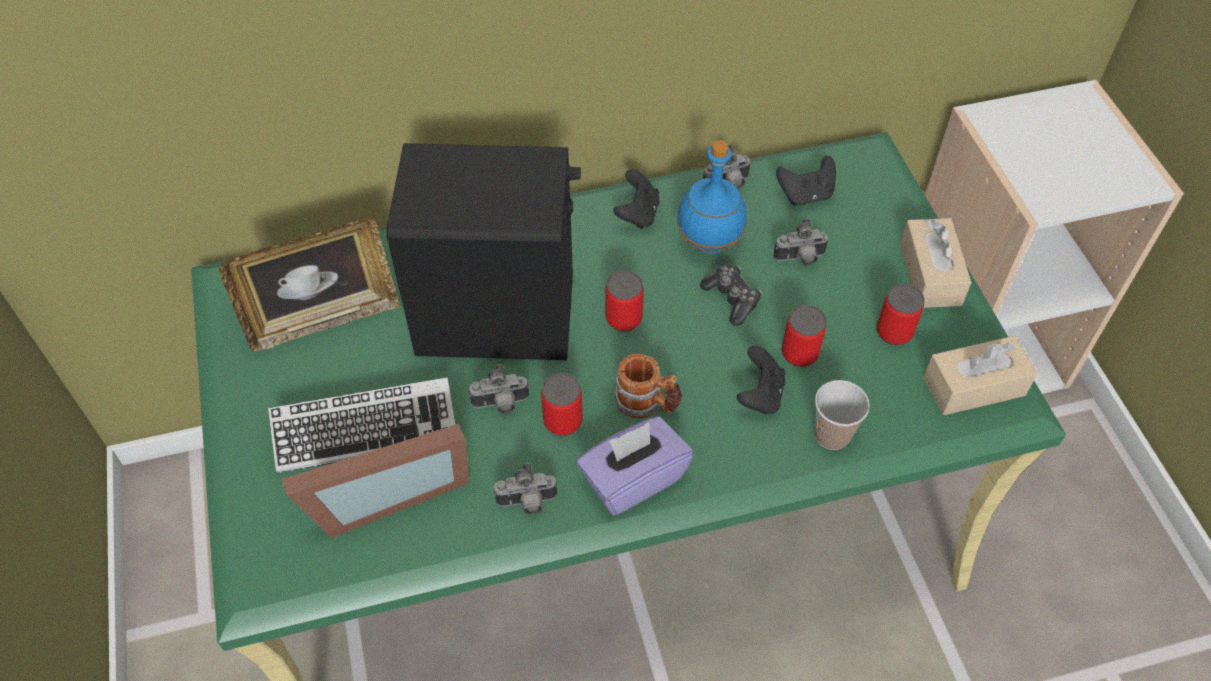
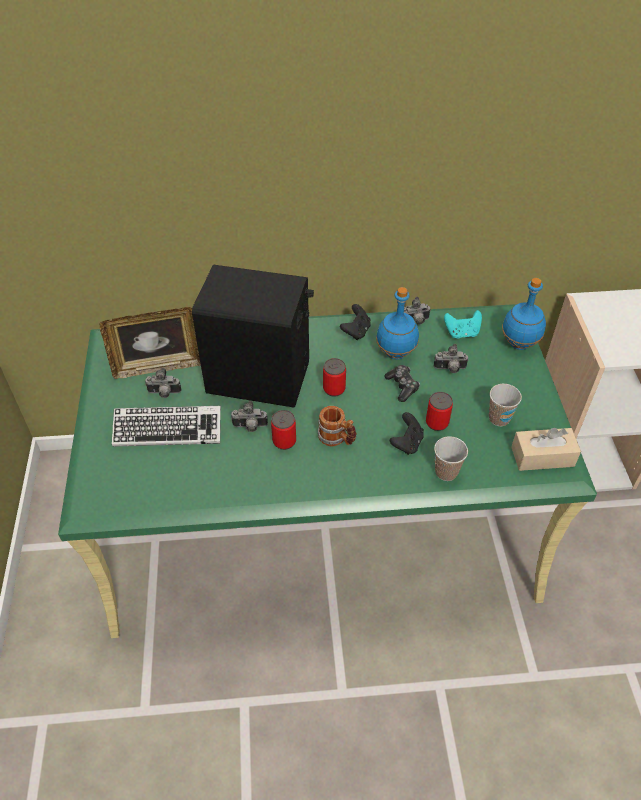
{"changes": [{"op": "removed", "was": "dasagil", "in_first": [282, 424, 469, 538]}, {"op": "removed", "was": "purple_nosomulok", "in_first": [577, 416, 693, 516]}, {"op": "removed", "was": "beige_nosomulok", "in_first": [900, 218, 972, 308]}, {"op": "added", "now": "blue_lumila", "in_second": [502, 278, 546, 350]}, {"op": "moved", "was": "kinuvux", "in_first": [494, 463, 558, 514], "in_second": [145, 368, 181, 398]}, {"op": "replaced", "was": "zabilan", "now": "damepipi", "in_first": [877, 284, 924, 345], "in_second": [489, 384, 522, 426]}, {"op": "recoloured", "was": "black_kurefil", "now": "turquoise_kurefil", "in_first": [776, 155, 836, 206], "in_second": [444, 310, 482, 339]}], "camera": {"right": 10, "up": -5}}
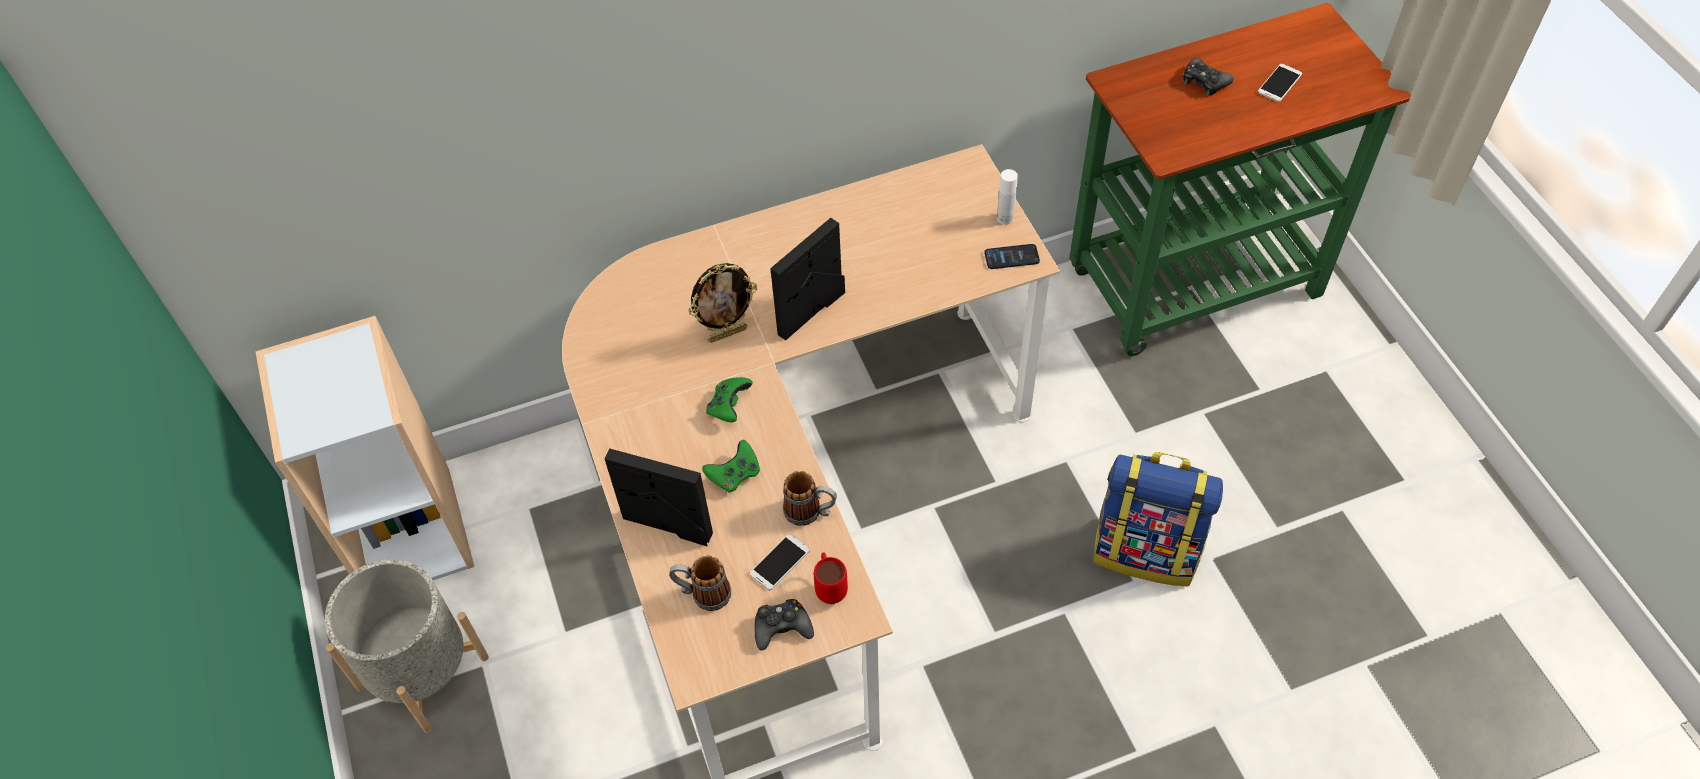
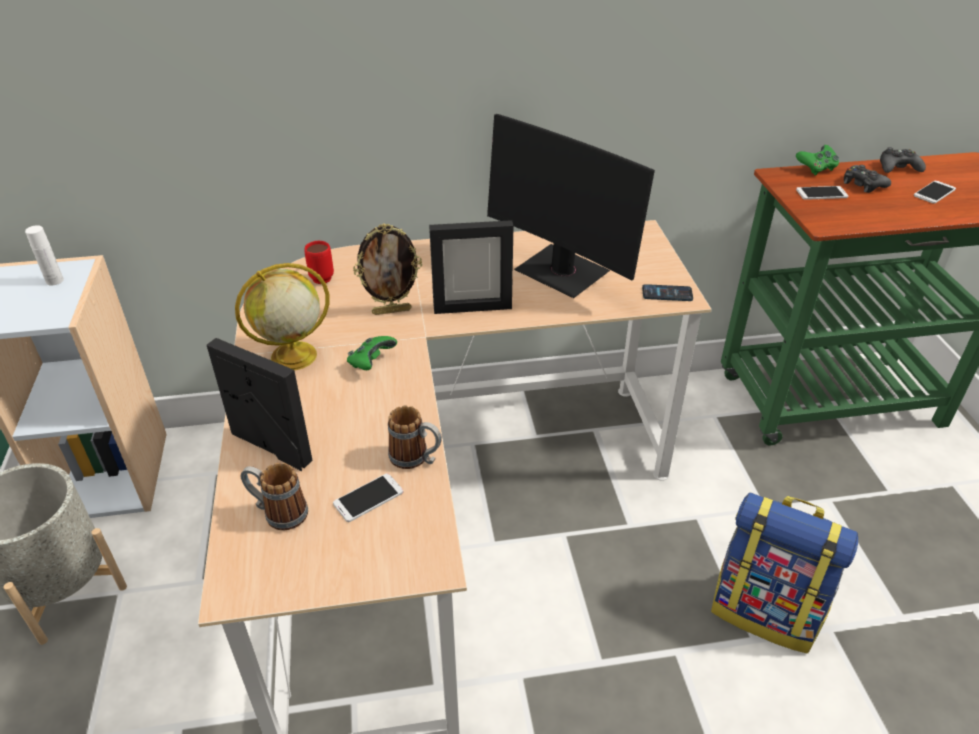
{"changes": [{"op": "added", "now": "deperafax", "in_second": [235, 263, 329, 370]}, {"op": "added", "now": "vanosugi", "in_second": [487, 114, 655, 298]}, {"op": "added", "now": "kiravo", "in_second": [796, 186, 848, 200]}, {"op": "moved", "was": "green_kurefil", "in_first": [702, 440, 760, 492], "in_second": [796, 145, 839, 175]}, {"op": "moved", "was": "black_kurefil", "in_first": [754, 599, 814, 650], "in_second": [880, 147, 926, 173]}, {"op": "moved", "was": "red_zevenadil", "in_first": [814, 552, 848, 604], "in_second": [304, 241, 334, 284]}, {"op": "moved", "was": "white_lumila", "in_first": [997, 169, 1018, 225], "in_second": [25, 225, 64, 285]}, {"op": "turned", "was": "dasagil", "in_first": [770, 218, 845, 340], "in_second": [429, 220, 513, 314], "clockwise": -150}], "camera": {"right": 10, "up": -15}}
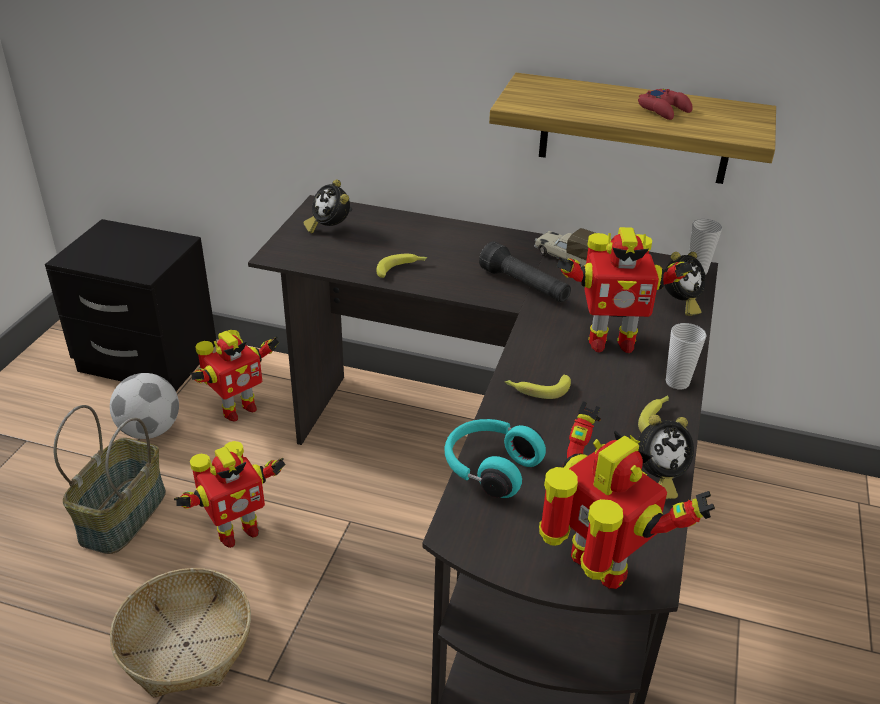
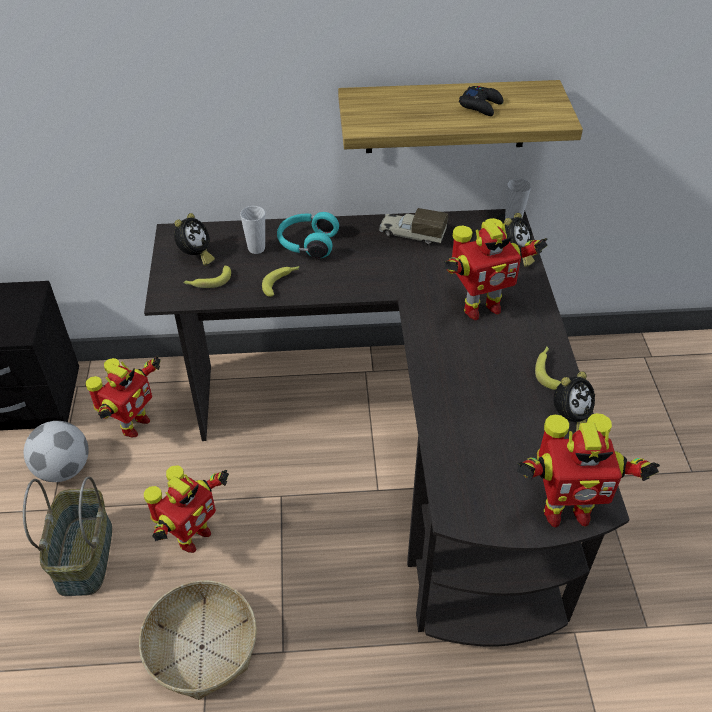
{"changes": [{"op": "removed", "was": "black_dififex", "in_first": [479, 241, 571, 302]}, {"op": "moved", "was": "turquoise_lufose", "in_first": [445, 419, 546, 498], "in_second": [277, 212, 339, 258]}, {"op": "moved", "was": "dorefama", "in_first": [505, 375, 571, 399], "in_second": [183, 266, 231, 288]}, {"op": "moved", "was": "damepipi", "in_first": [666, 323, 707, 389], "in_second": [240, 206, 265, 254]}, {"op": "recoloured", "was": "red_kurefil", "now": "black_kurefil", "in_first": [638, 89, 693, 120], "in_second": [459, 86, 503, 116]}, {"op": "turned", "was": "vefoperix", "in_first": [303, 179, 350, 233], "in_second": [174, 213, 215, 266], "clockwise": -105}, {"op": "turned", "was": "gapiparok", "in_first": [539, 401, 715, 589], "in_second": [517, 413, 660, 527], "clockwise": 150}], "camera": {"right": -20, "up": 10}}
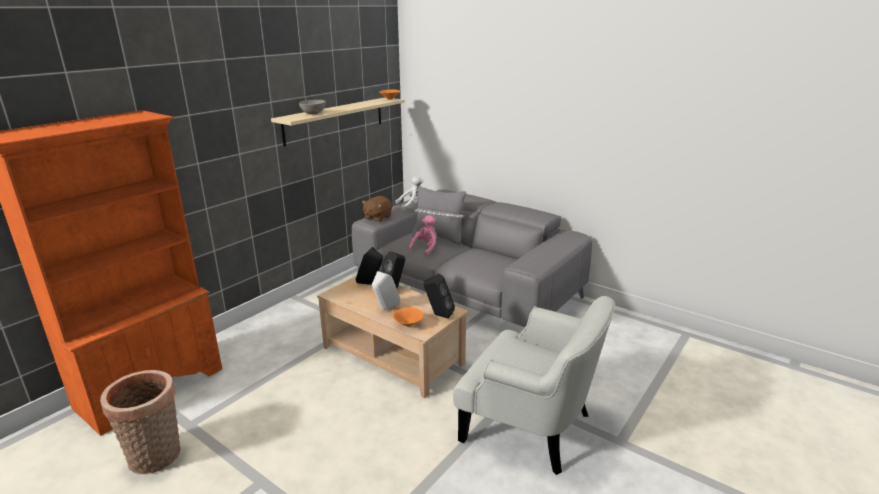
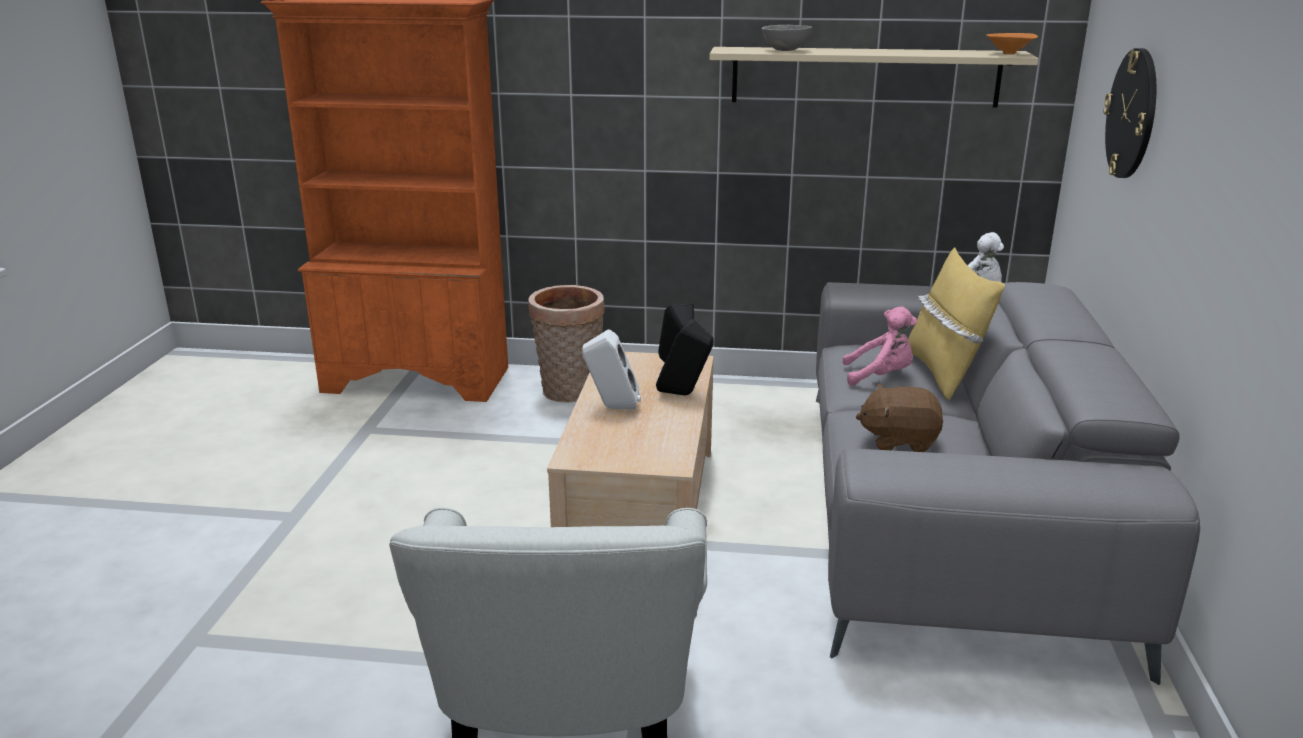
{"changes": [{"op": "removed", "was": "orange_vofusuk", "in_first": [393, 308, 423, 327]}, {"op": "removed", "was": "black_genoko", "in_first": [423, 274, 455, 318]}, {"op": "added", "now": "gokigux", "in_second": [1103, 48, 1156, 178]}, {"op": "moved", "was": "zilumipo", "in_first": [100, 370, 181, 474], "in_second": [528, 285, 605, 403]}, {"op": "moved", "was": "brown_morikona", "in_first": [362, 196, 392, 222], "in_second": [856, 384, 943, 452]}, {"op": "recoloured", "was": "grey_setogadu", "now": "yellow_setogadu", "in_first": [411, 186, 466, 245], "in_second": [908, 248, 1005, 400]}], "camera": {"right": 60, "up": 0}}
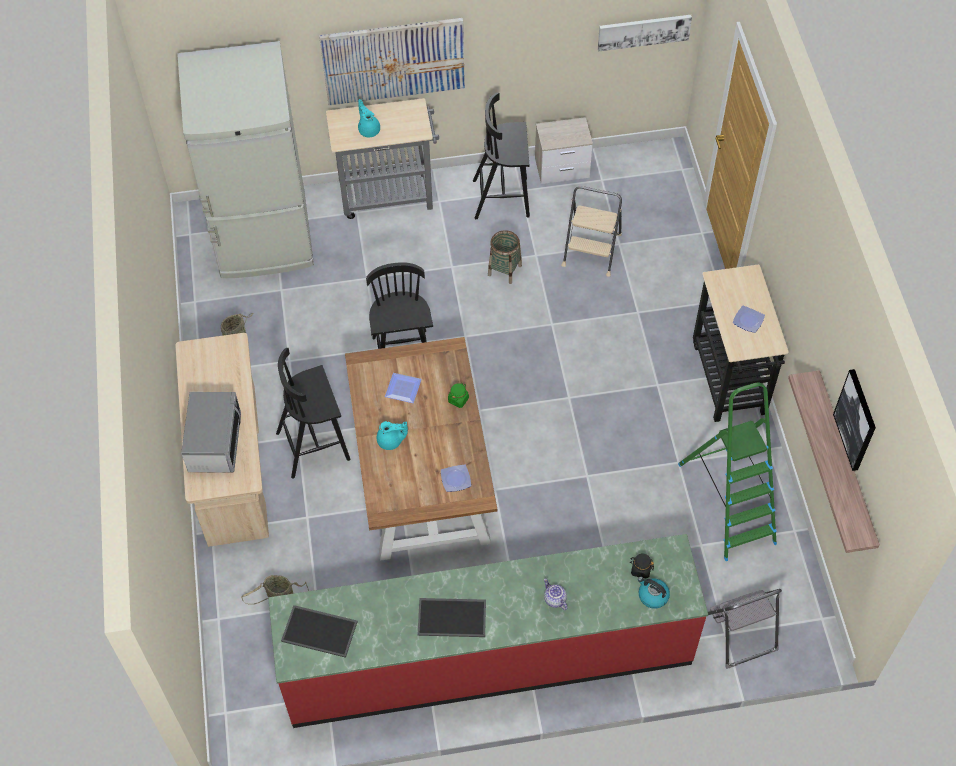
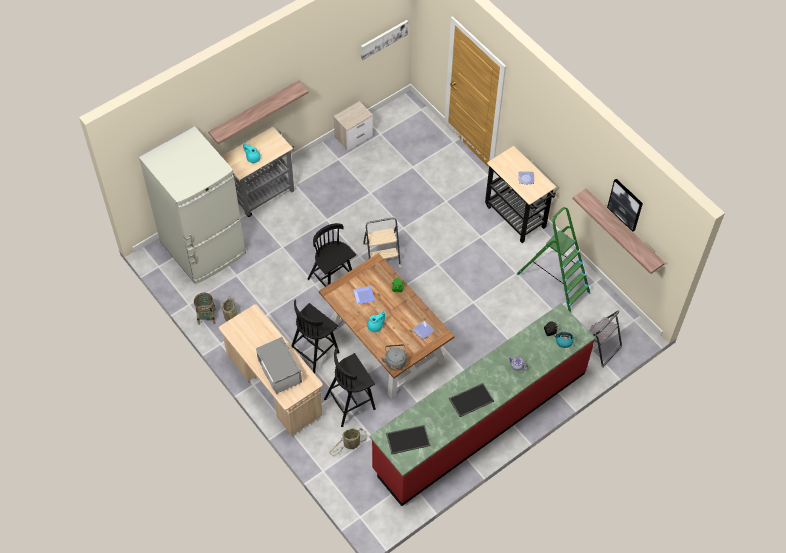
{"changes": [{"op": "added", "now": "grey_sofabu", "in_second": [381, 344, 406, 371]}, {"op": "moved", "was": "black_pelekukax", "in_first": [473, 93, 530, 219], "in_second": [324, 347, 376, 427]}, {"op": "moved", "was": "zilumipo", "in_first": [488, 230, 522, 284], "in_second": [194, 293, 216, 325]}, {"op": "moved", "was": "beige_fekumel", "in_first": [561, 186, 622, 276], "in_second": [363, 218, 402, 268]}, {"op": "replaced", "was": "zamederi", "now": "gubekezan", "in_first": [319, 18, 465, 105], "in_second": [208, 81, 309, 144]}], "camera": {"right": -30, "up": 0}}
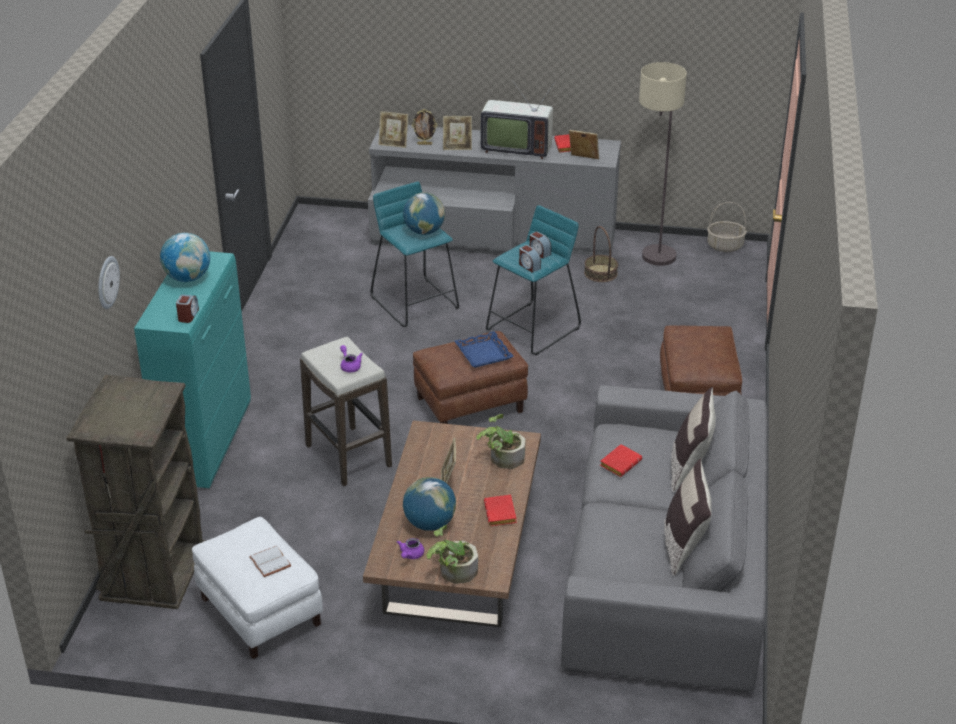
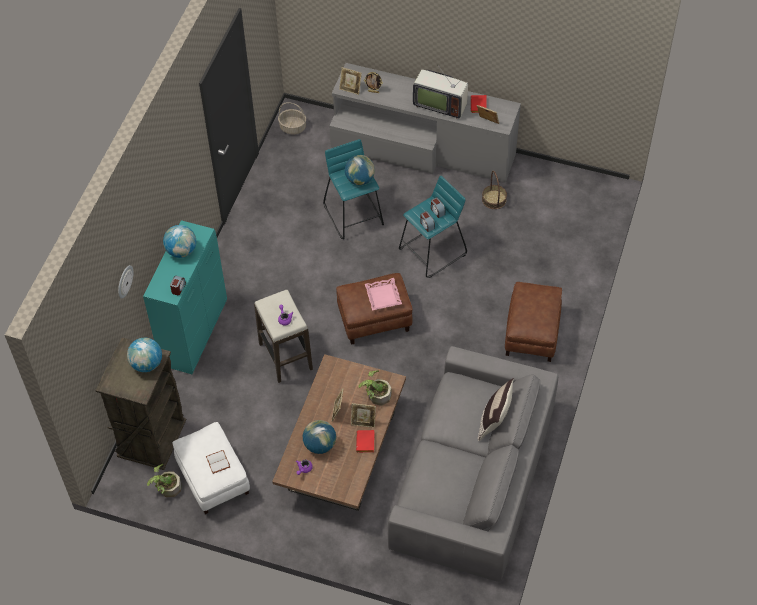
{"changes": [{"op": "removed", "was": "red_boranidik", "in_first": [600, 444, 642, 477]}, {"op": "removed", "was": "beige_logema", "in_first": [639, 62, 687, 266]}, {"op": "removed", "was": "setogadu", "in_first": [664, 458, 712, 576]}, {"op": "added", "now": "deperafax", "in_second": [127, 338, 162, 372]}, {"op": "moved", "was": "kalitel", "in_first": [426, 525, 478, 584], "in_second": [147, 464, 181, 497]}, {"op": "moved", "was": "dasagil", "in_first": [443, 116, 472, 150], "in_second": [351, 403, 376, 428]}, {"op": "moved", "was": "zilumipo", "in_first": [707, 202, 747, 252], "in_second": [278, 102, 306, 135]}, {"op": "recoloured", "was": "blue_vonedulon", "now": "pink_vonedulon", "in_first": [454, 331, 514, 368], "in_second": [365, 278, 402, 310]}], "camera": {"right": 10, "up": 20}}
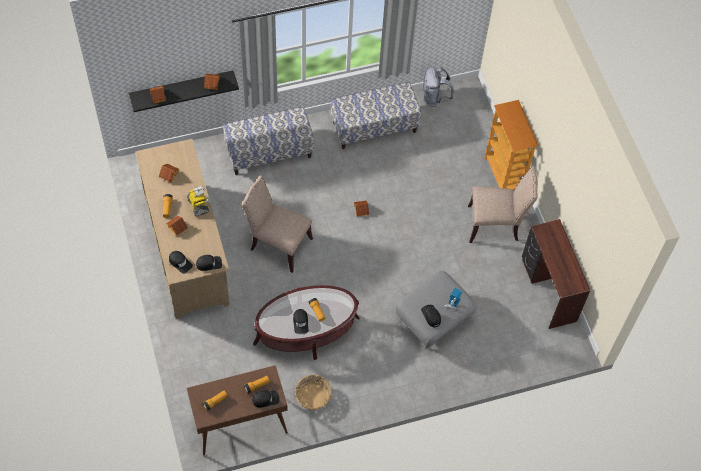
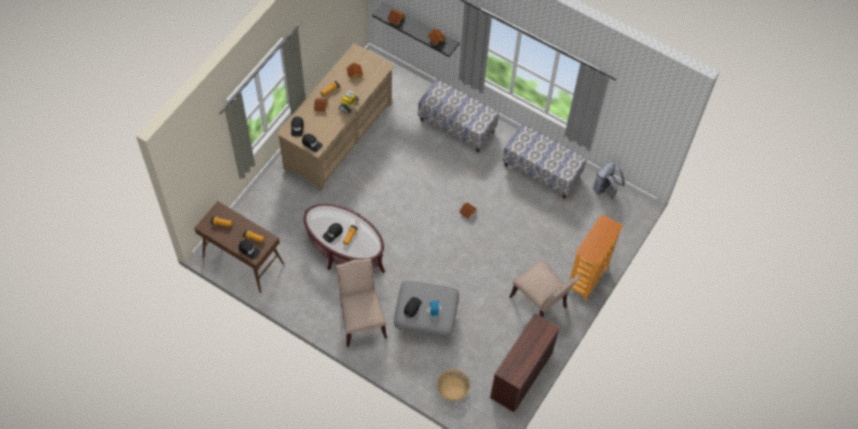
{"changes": [{"op": "moved", "was": "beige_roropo", "in_first": [241, 176, 313, 273], "in_second": [336, 258, 387, 347]}, {"op": "moved", "was": "zilumipo", "in_first": [295, 375, 332, 410], "in_second": [437, 369, 470, 401]}], "camera": {"right": 50, "up": 0}}
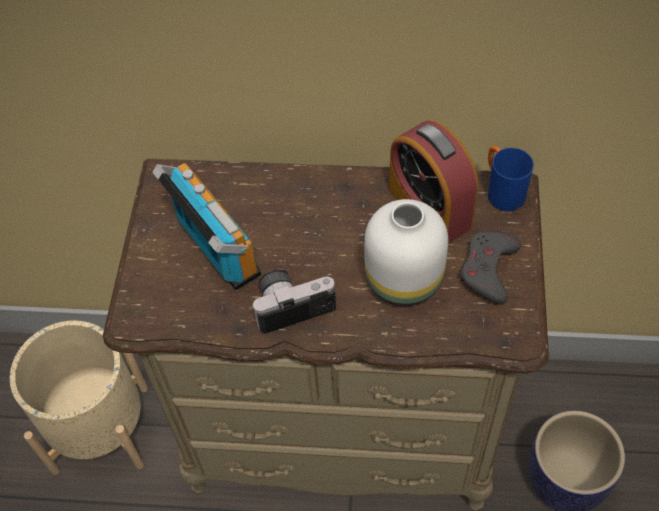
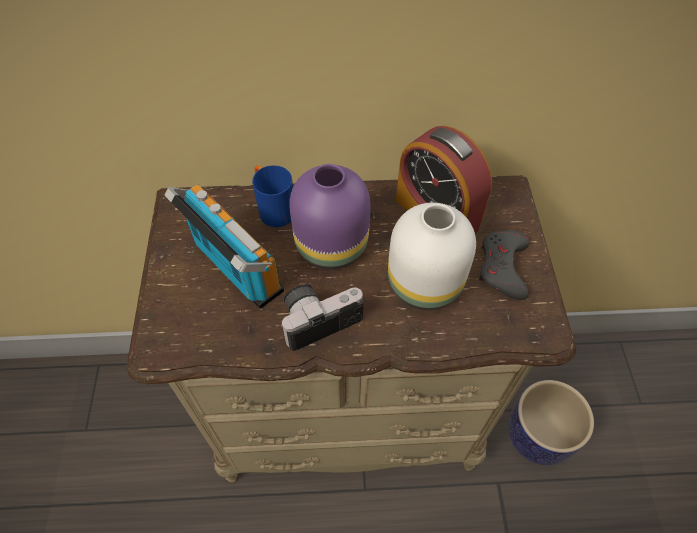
{"changes": [{"op": "removed", "was": "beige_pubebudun", "in_first": [10, 321, 148, 475]}, {"op": "added", "now": "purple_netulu", "in_second": [289, 164, 370, 270]}, {"op": "moved", "was": "blue_zevenadil", "in_first": [488, 146, 534, 211], "in_second": [252, 165, 293, 227]}], "camera": {"right": -10, "up": 0}}
